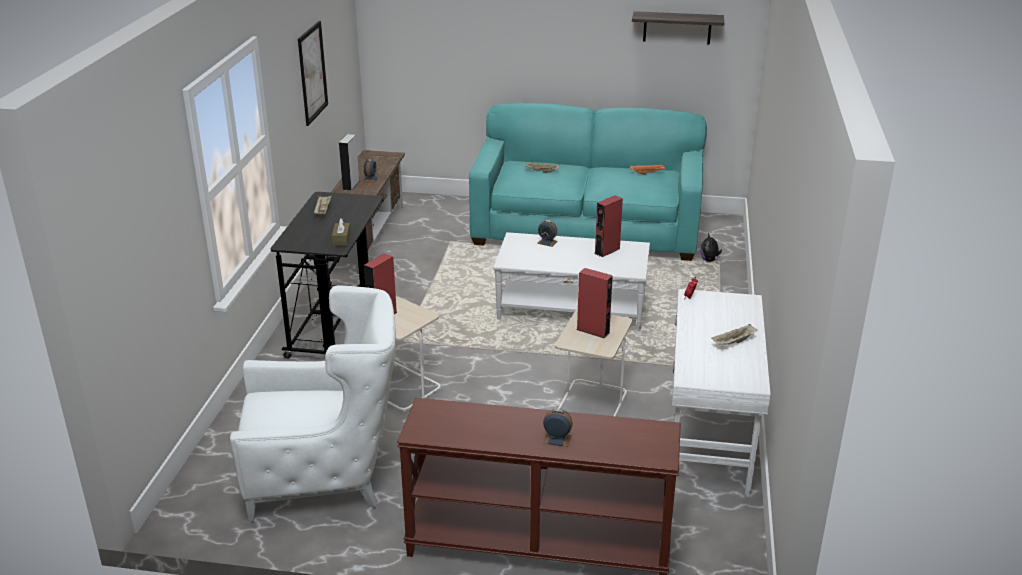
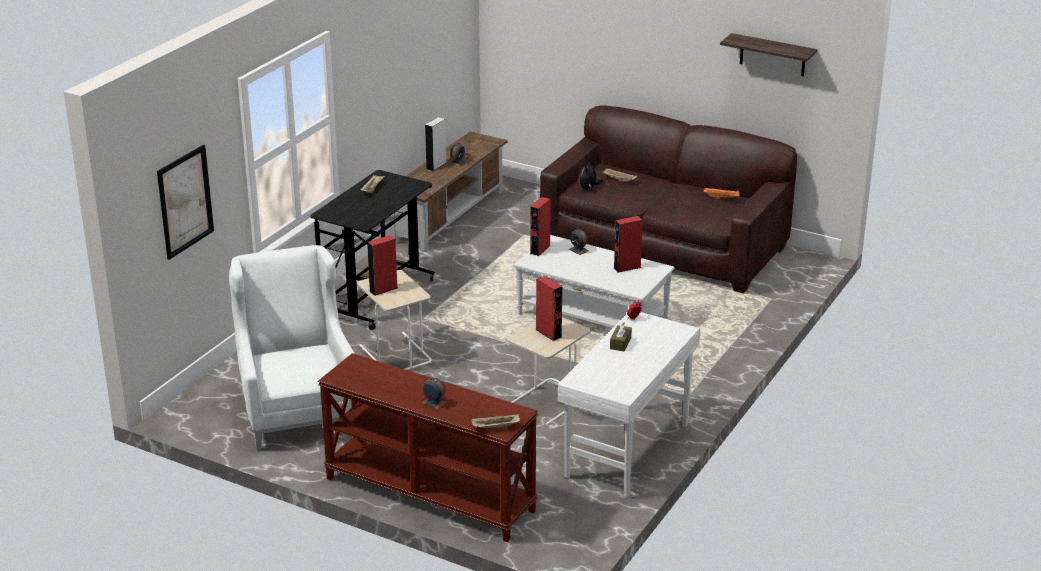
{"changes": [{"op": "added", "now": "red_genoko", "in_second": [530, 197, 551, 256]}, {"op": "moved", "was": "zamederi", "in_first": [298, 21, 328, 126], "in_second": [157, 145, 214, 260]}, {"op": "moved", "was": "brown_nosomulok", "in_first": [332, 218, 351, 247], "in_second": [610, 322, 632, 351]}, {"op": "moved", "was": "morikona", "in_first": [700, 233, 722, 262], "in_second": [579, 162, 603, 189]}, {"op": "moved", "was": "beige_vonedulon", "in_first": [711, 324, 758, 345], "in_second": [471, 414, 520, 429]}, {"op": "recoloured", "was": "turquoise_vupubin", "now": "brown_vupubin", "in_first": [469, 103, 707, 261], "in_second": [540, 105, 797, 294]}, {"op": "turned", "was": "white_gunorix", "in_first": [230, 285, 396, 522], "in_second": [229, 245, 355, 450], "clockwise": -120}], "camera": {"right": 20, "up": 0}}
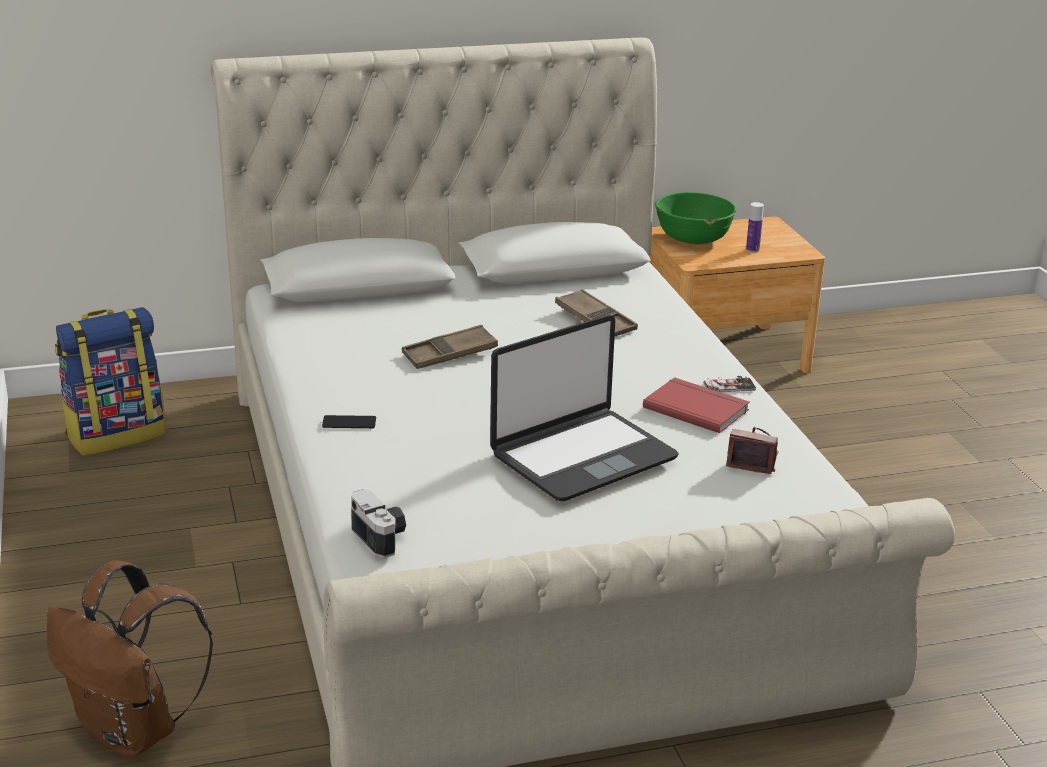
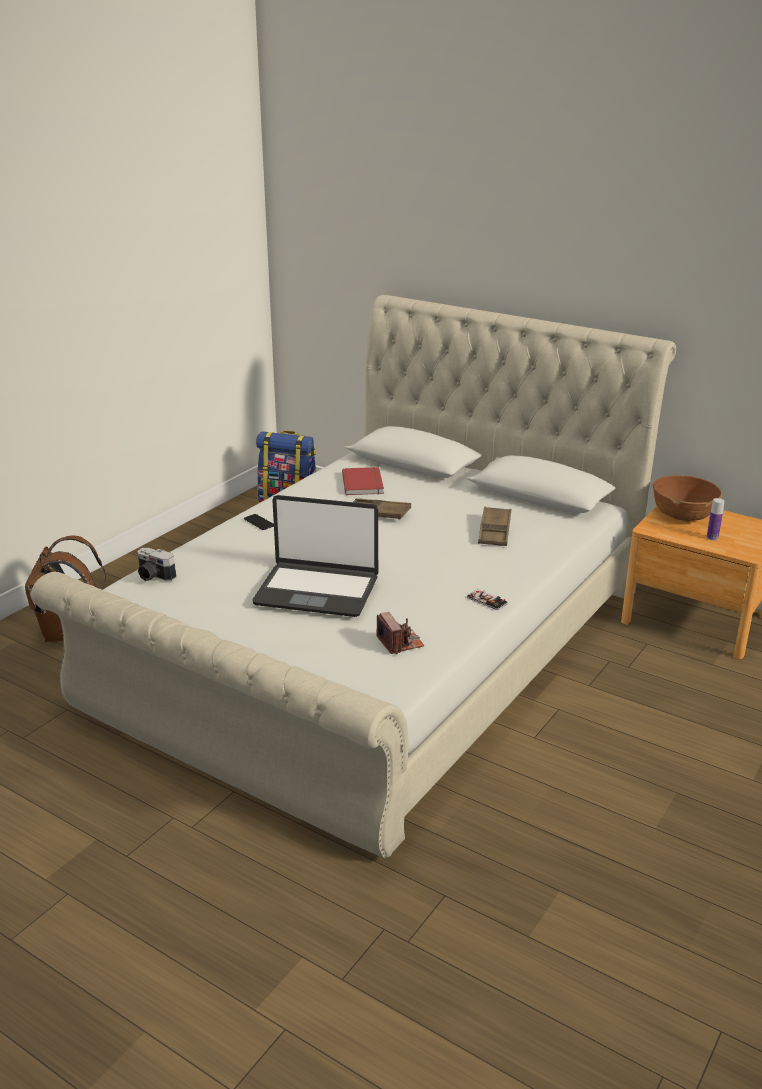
{"changes": [{"op": "moved", "was": "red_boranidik", "in_first": [643, 377, 750, 433], "in_second": [342, 467, 384, 495]}, {"op": "recoloured", "was": "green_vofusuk", "now": "brown_vofusuk", "in_first": [655, 192, 737, 245], "in_second": [653, 475, 722, 522]}, {"op": "turned", "was": "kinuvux", "in_first": [351, 489, 406, 558], "in_second": [137, 548, 177, 581], "clockwise": 105}], "camera": {"right": 50, "up": 0}}
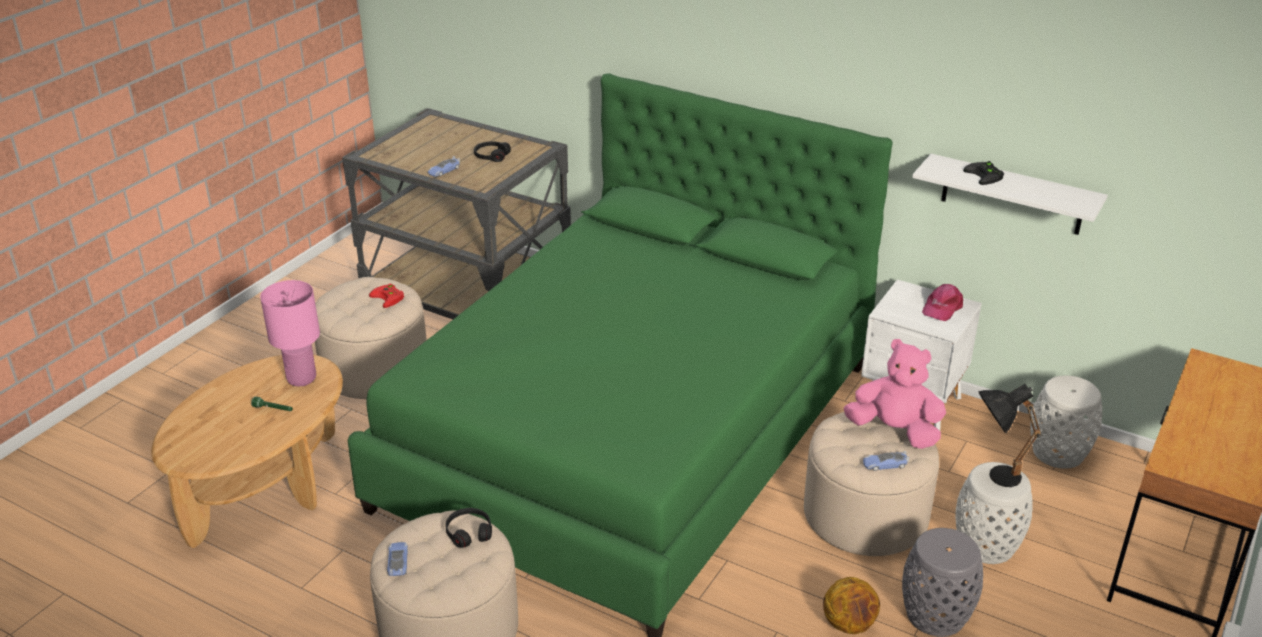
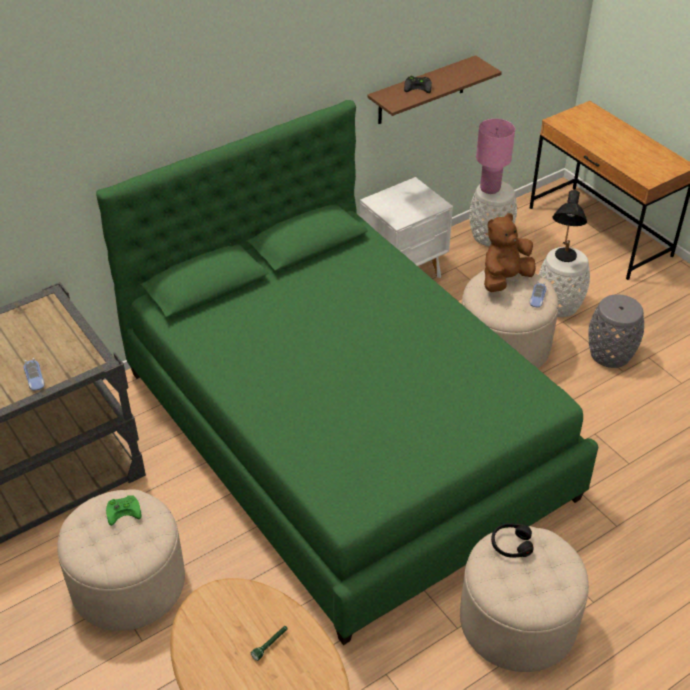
{"changes": [{"op": "removed", "was": "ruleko", "in_first": [387, 542, 408, 576]}, {"op": "removed", "was": "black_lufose", "in_first": [474, 141, 511, 162]}, {"op": "removed", "was": "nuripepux", "in_first": [823, 577, 880, 634]}, {"op": "removed", "was": "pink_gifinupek", "in_first": [922, 284, 963, 321]}, {"op": "moved", "was": "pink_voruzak", "in_first": [260, 280, 320, 387], "in_second": [476, 119, 515, 194]}, {"op": "recoloured", "was": "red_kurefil", "now": "green_kurefil", "in_first": [369, 284, 404, 308], "in_second": [106, 495, 142, 526]}, {"op": "recoloured", "was": "pink_morikona", "now": "brown_morikona", "in_first": [843, 339, 946, 449], "in_second": [484, 213, 536, 292]}, {"op": "recoloured", "was": "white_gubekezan", "now": "brown_gubekezan", "in_first": [912, 154, 1108, 235], "in_second": [367, 55, 502, 124]}], "camera": {"right": -65, "up": 10}}
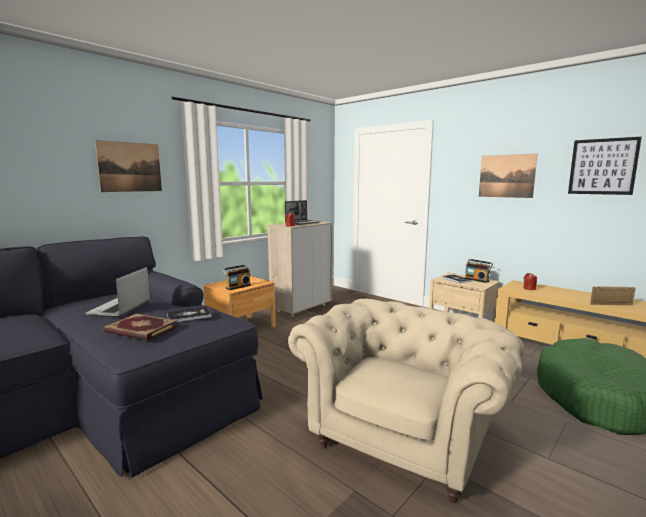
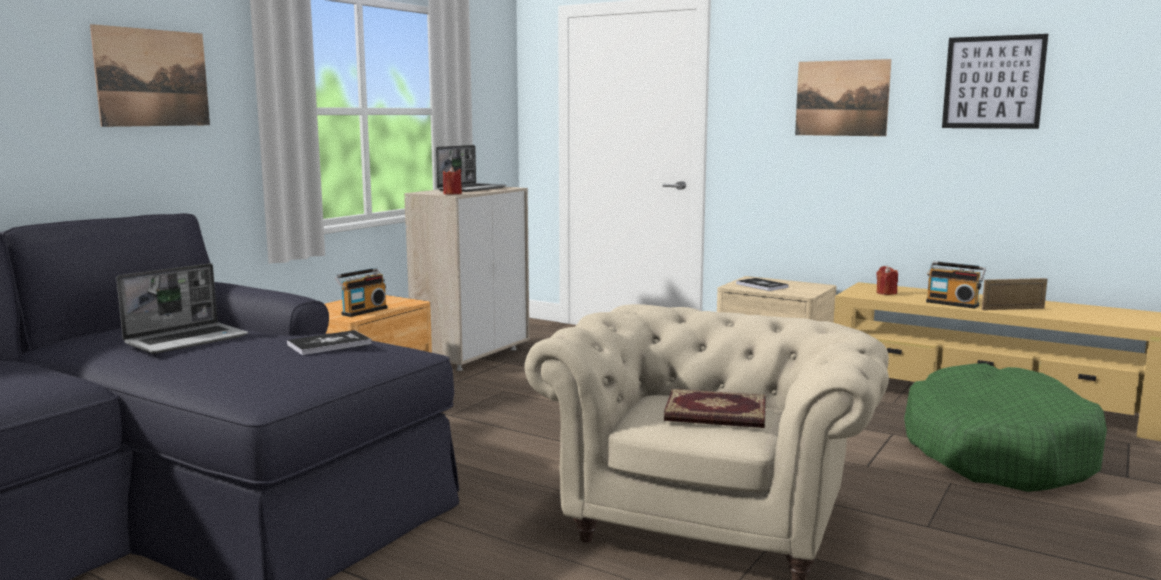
{"changes": [{"op": "moved", "was": "boranidik", "in_first": [104, 313, 178, 341], "in_second": [664, 389, 766, 428]}, {"op": "moved", "was": "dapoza", "in_first": [465, 259, 493, 283], "in_second": [926, 261, 986, 309]}, {"op": "turned", "was": "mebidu", "in_first": [85, 267, 150, 317], "in_second": [117, 263, 248, 354], "clockwise": -135}], "camera": {"right": -10, "up": 0}}
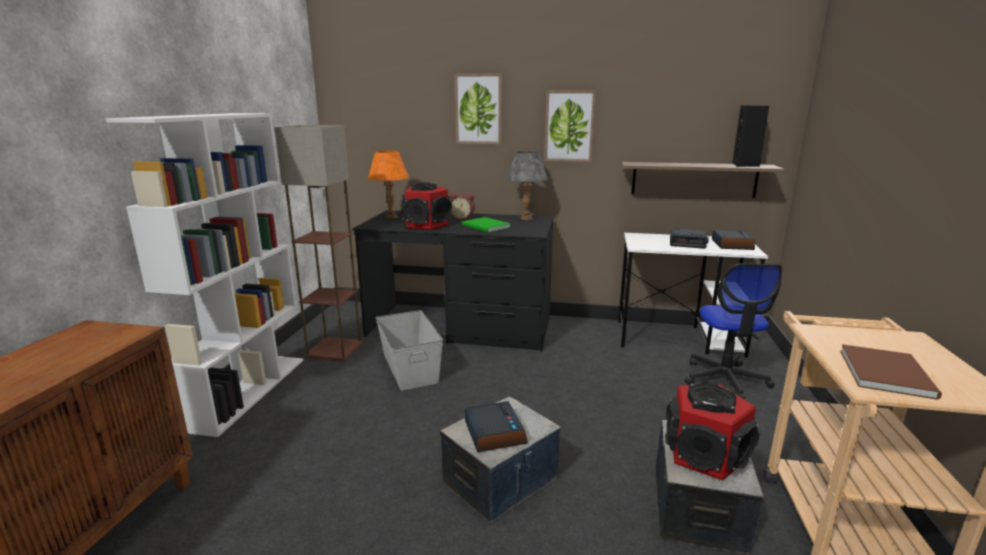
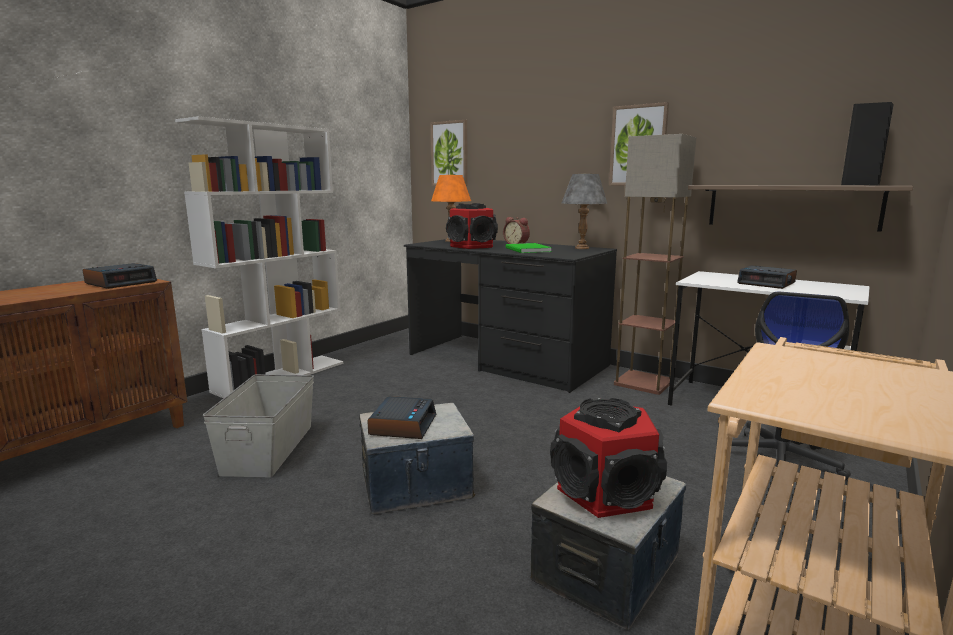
{"changes": [{"op": "removed", "was": "brown_boranidik", "in_first": [840, 344, 942, 400]}, {"op": "moved", "was": "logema", "in_first": [274, 125, 363, 361], "in_second": [614, 134, 696, 395]}, {"op": "moved", "was": "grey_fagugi", "in_first": [376, 310, 443, 391], "in_second": [203, 374, 314, 477]}, {"op": "moved", "was": "zamederi", "in_first": [455, 73, 502, 144], "in_second": [430, 120, 468, 186]}, {"op": "moved", "was": "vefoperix", "in_first": [712, 230, 755, 250], "in_second": [83, 263, 157, 289]}], "camera": {"right": 25, "up": -5}}
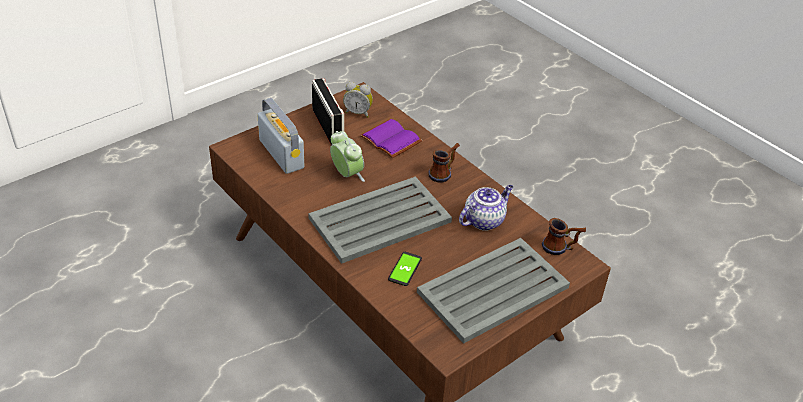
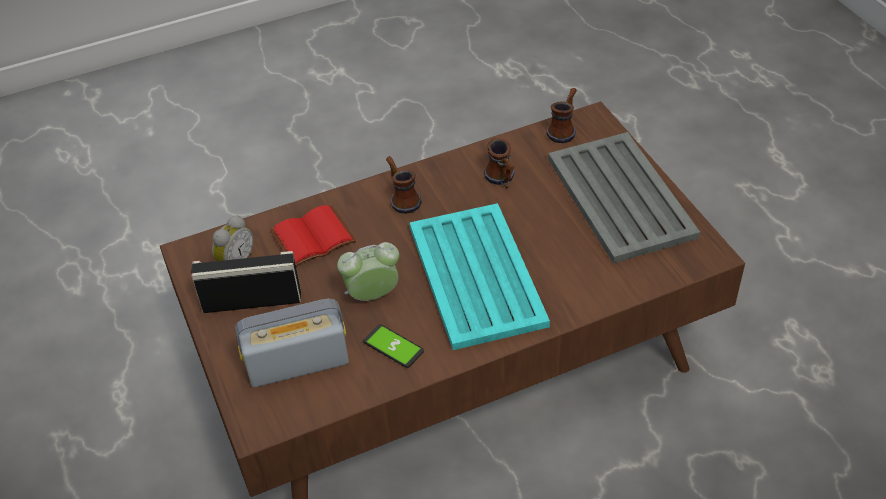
{"changes": [{"op": "moved", "was": "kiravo", "in_first": [388, 252, 422, 286], "in_second": [363, 324, 424, 368]}, {"op": "replaced", "was": "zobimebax", "now": "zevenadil", "in_first": [459, 185, 513, 231], "in_second": [484, 138, 515, 188]}, {"op": "recoloured", "was": "grey_vonedulon", "now": "turquoise_vonedulon", "in_first": [308, 176, 452, 264], "in_second": [410, 203, 550, 350]}, {"op": "recoloured", "was": "purple_boranidik", "now": "red_boranidik", "in_first": [360, 119, 422, 158], "in_second": [270, 205, 356, 266]}], "camera": {"right": -70, "up": 5}}
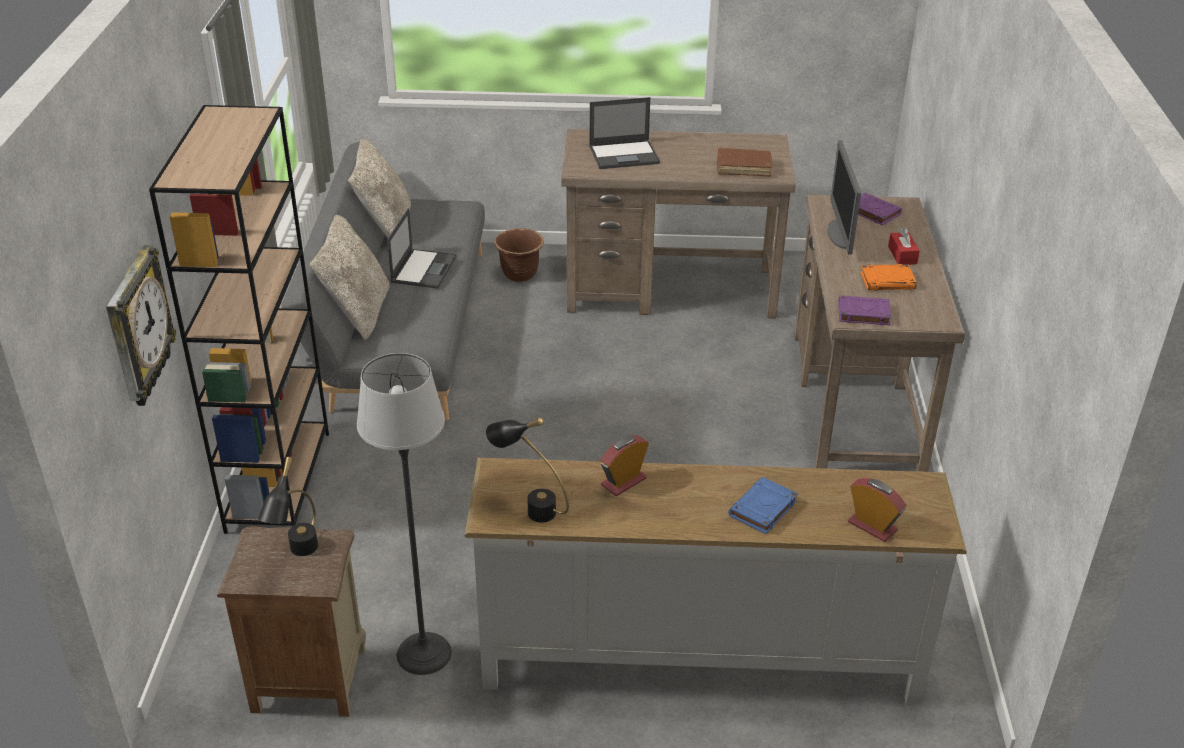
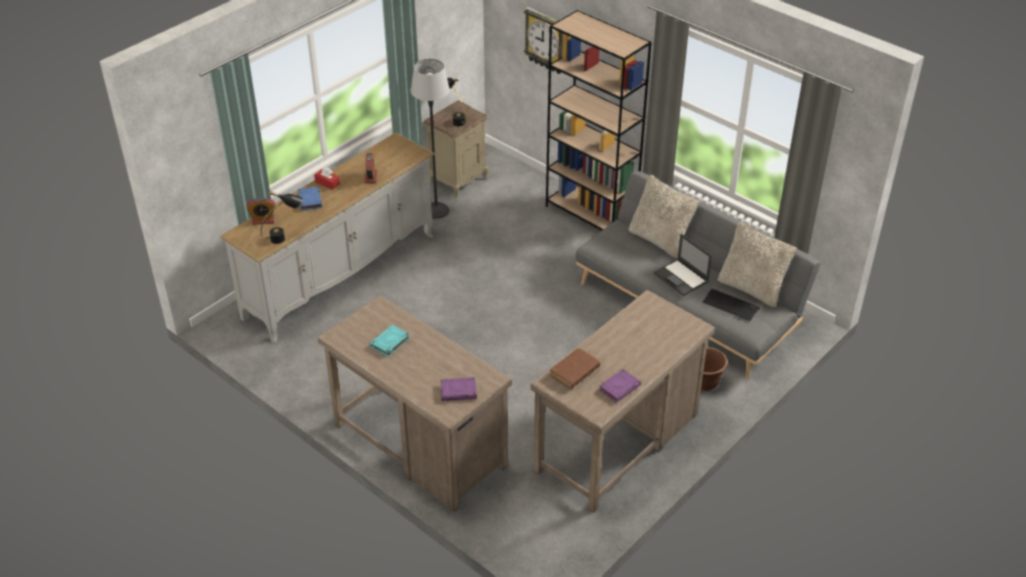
{"changes": [{"op": "removed", "was": "mebidu", "in_first": [589, 97, 660, 169]}, {"op": "removed", "was": "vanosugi", "in_first": [827, 141, 861, 254]}, {"op": "added", "now": "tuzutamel", "in_second": [703, 289, 760, 321]}, {"op": "moved", "was": "black_voruzak", "in_first": [486, 418, 569, 523], "in_second": [261, 191, 303, 244]}, {"op": "moved", "was": "purple_boranidik", "in_first": [838, 295, 891, 325], "in_second": [599, 369, 641, 403]}, {"op": "moved", "was": "red_nosomulok", "in_first": [888, 228, 920, 265], "in_second": [314, 167, 340, 190]}, {"op": "recoloured", "was": "orange_boranidik", "now": "turquoise_boranidik", "in_first": [860, 264, 917, 290], "in_second": [369, 325, 410, 357]}], "camera": {"right": 130, "up": 5}}
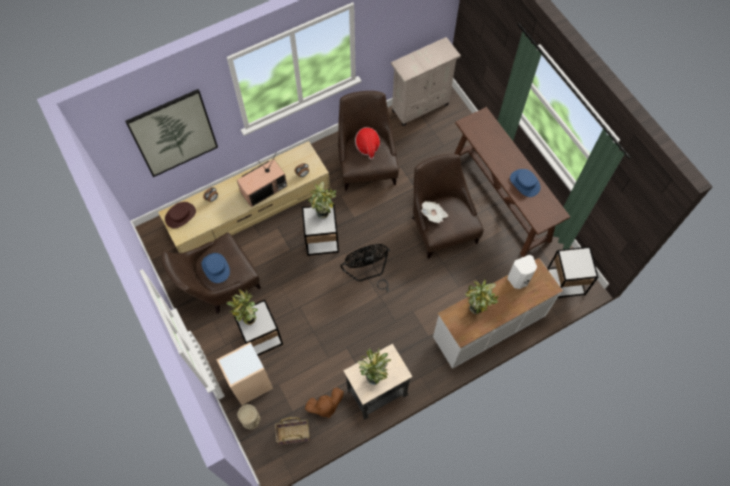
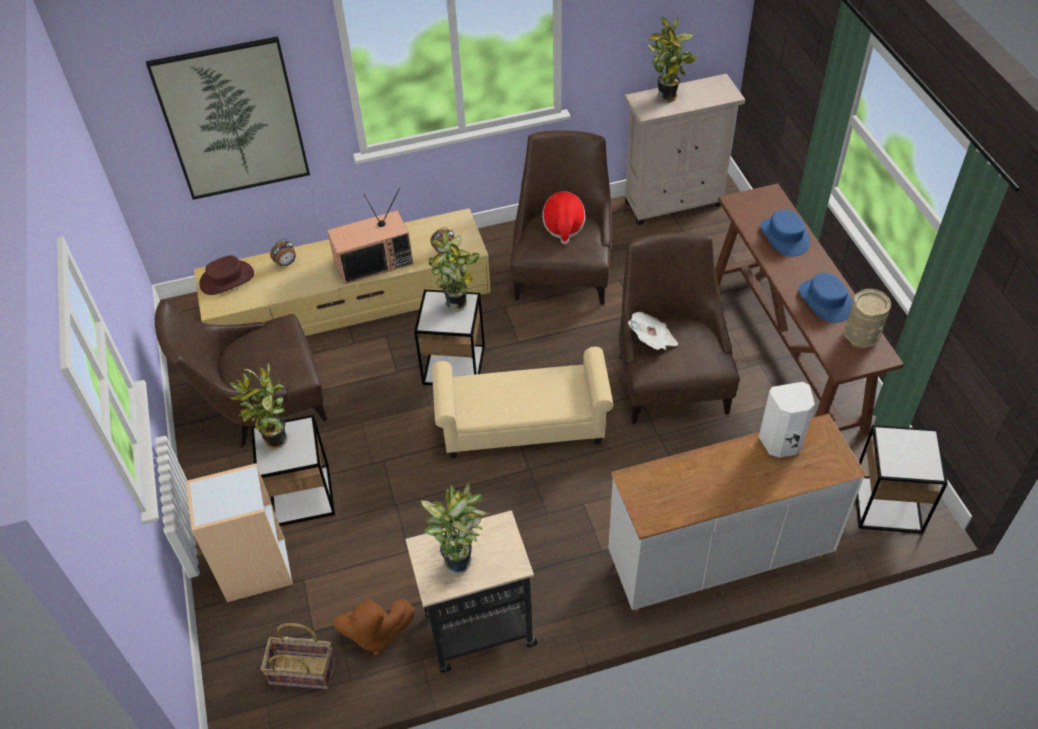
{"changes": [{"op": "moved", "was": "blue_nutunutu", "in_first": [202, 253, 230, 283], "in_second": [760, 210, 810, 257]}, {"op": "moved", "was": "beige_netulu", "in_first": [237, 404, 260, 430], "in_second": [844, 289, 891, 349]}, {"op": "moved", "was": "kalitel", "in_first": [465, 279, 499, 314], "in_second": [648, 16, 697, 102]}, {"op": "replaced", "was": "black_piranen", "now": "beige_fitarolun", "in_first": [340, 244, 390, 291], "in_second": [432, 347, 613, 458]}], "camera": {"right": 15, "up": -15}}
